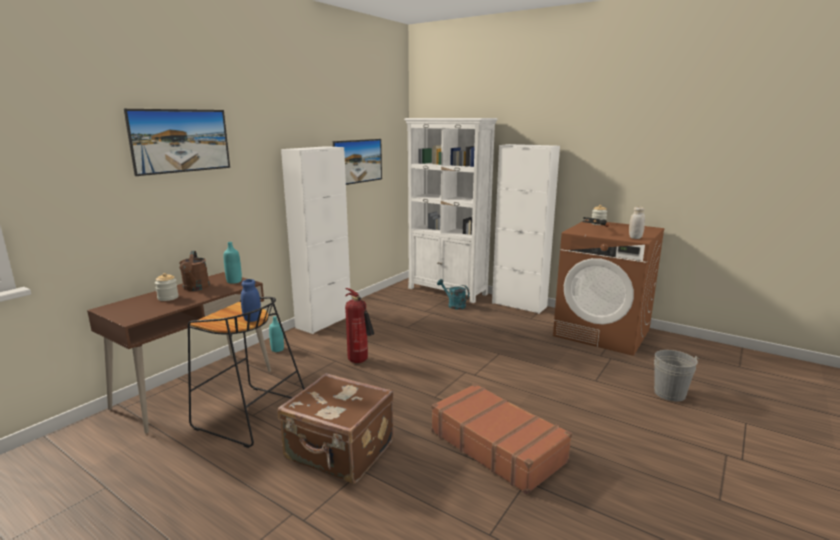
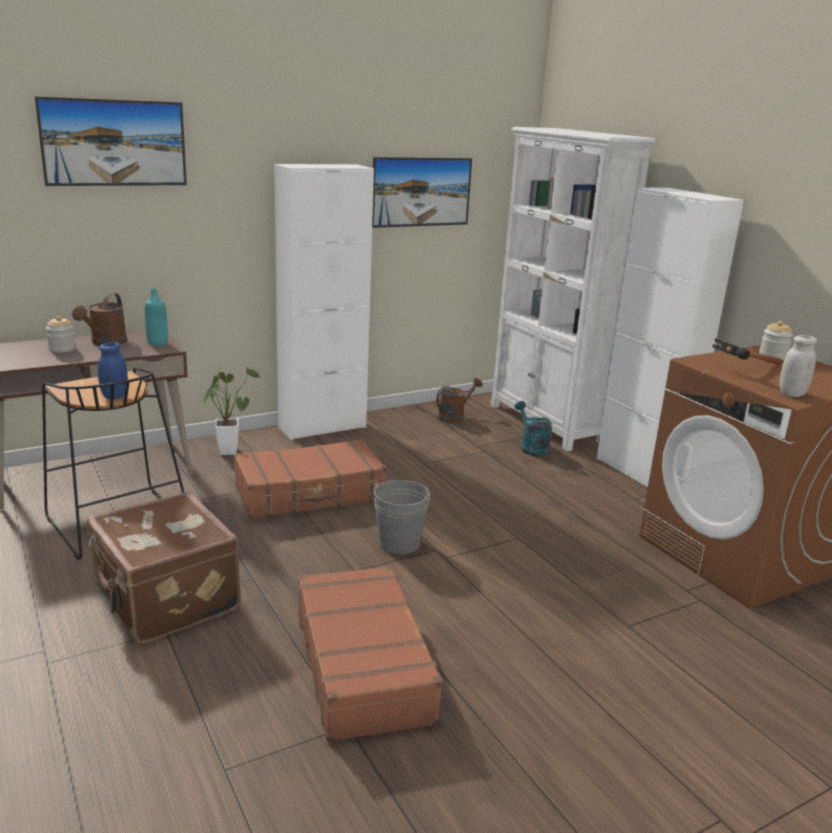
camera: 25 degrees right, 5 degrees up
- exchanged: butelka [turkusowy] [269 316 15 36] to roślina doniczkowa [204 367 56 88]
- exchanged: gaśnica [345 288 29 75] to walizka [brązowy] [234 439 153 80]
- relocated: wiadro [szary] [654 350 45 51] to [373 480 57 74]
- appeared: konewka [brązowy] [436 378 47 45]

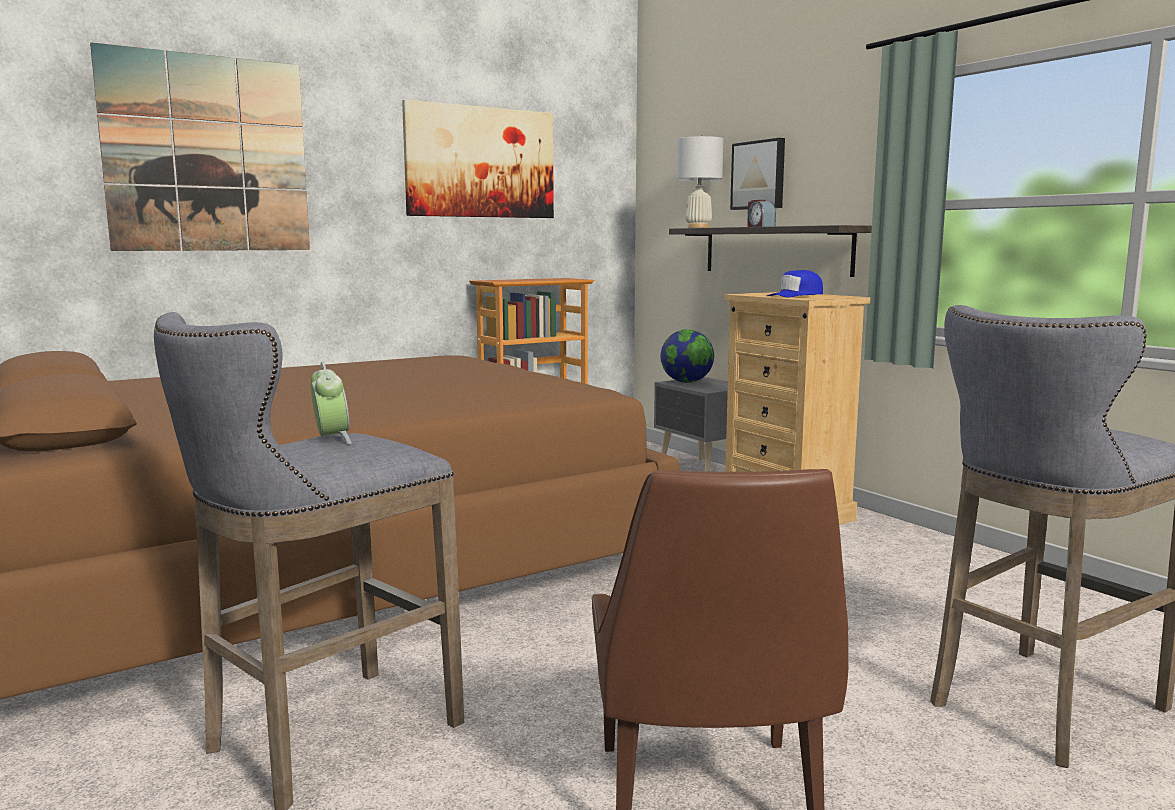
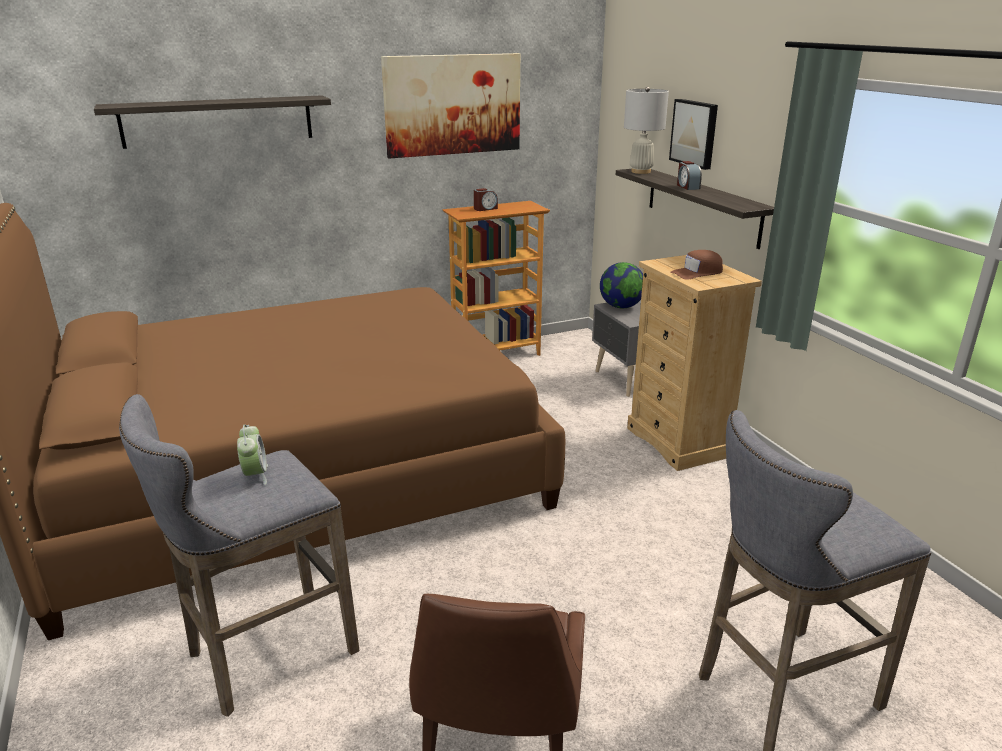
camera: 10 degrees right, 15 degrees up
- exchanged: obraz [90 42 220 209] to półka [94 95 237 54]
- colour: czapka z daszkiem [niebieski] [767 270 56 27] to czapka z daszkiem [brązowy] [670 250 53 30]
- appeared: budzik [474 188 24 23]

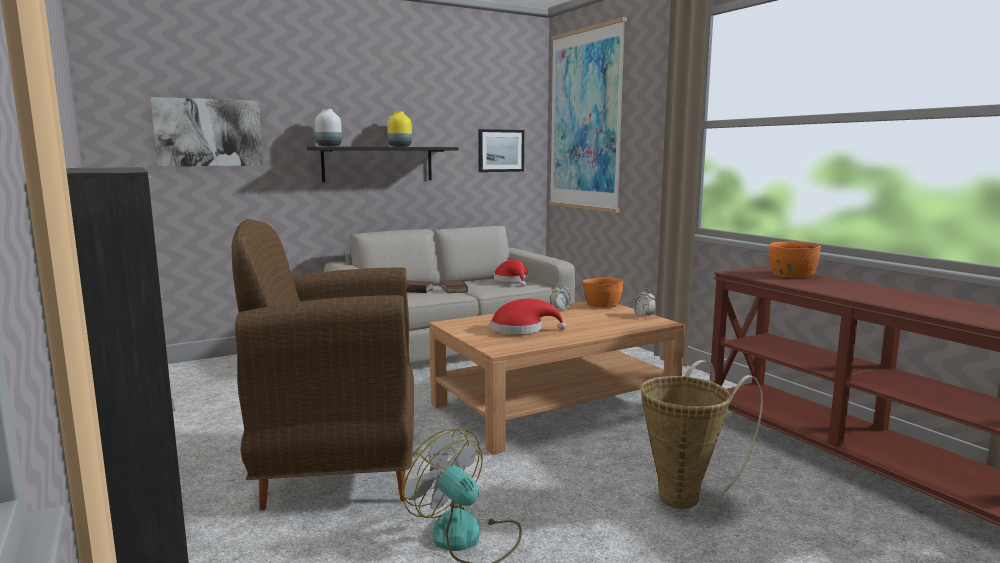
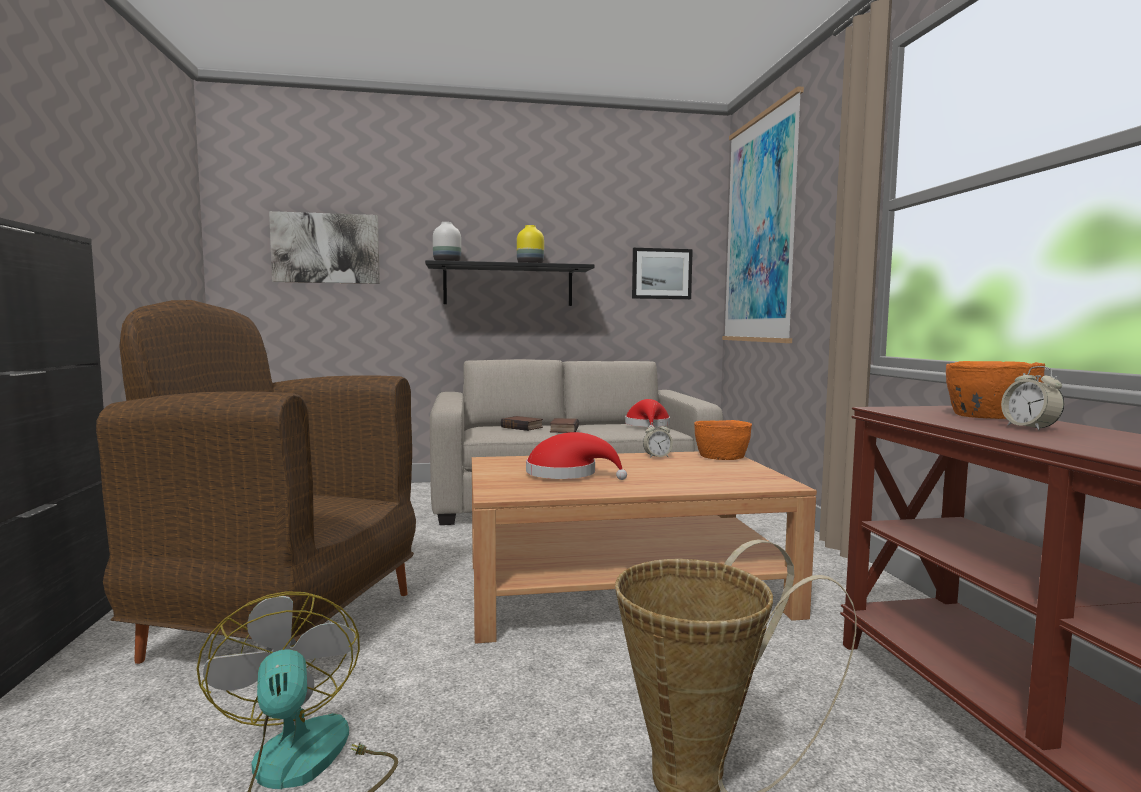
camera: 20 degrees right, 5 degrees down
- relocated: budzik [633 289 23 28] to [1001 366 63 64]

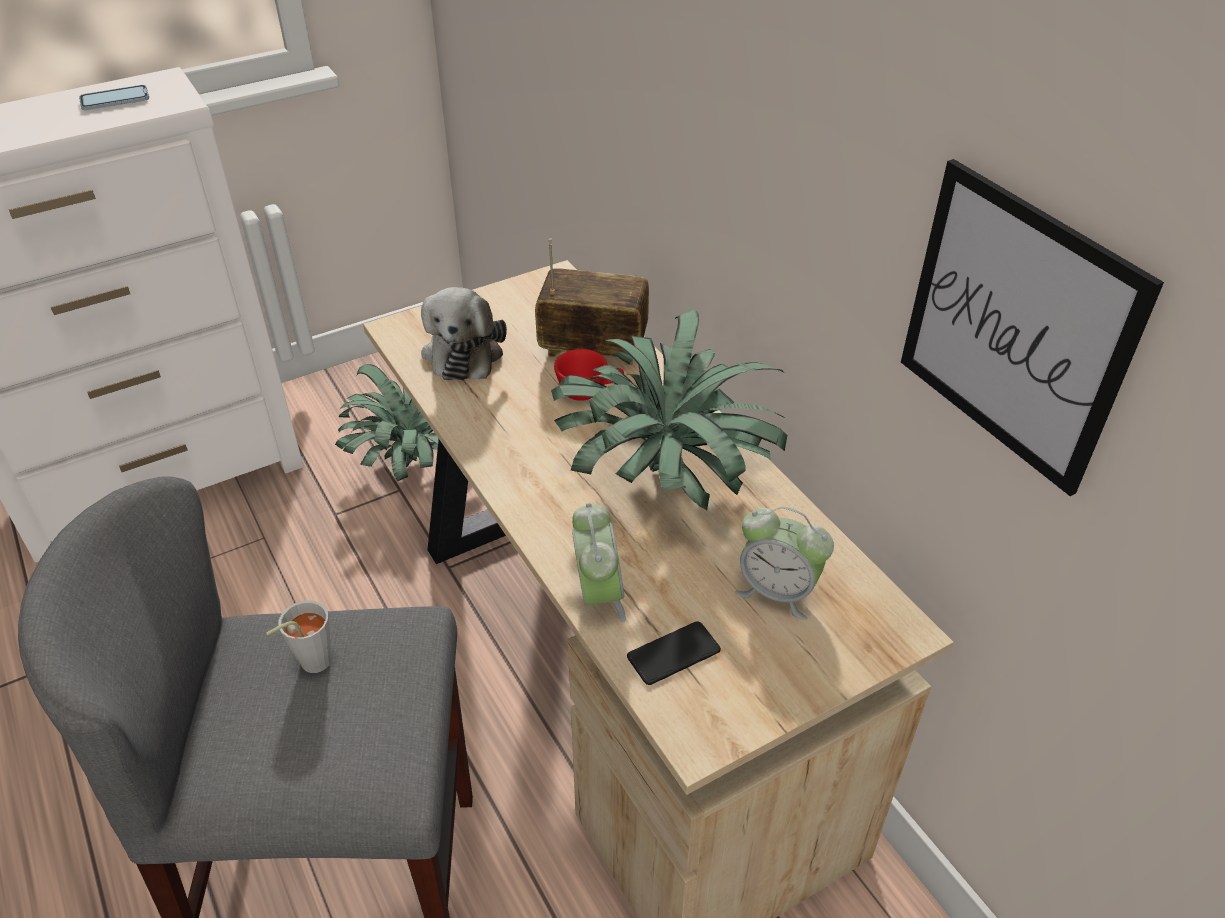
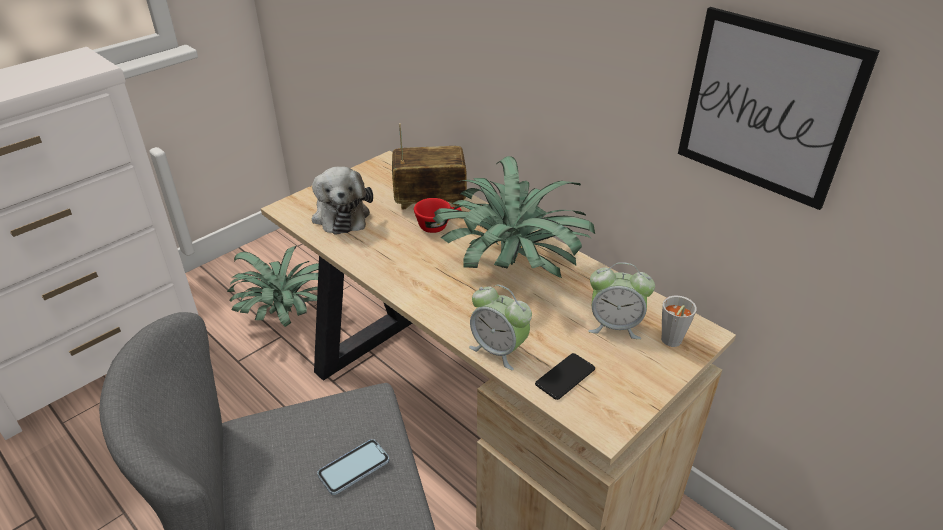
camera: 15 degrees left, 5 degrees down
- relocated: telefon [79 85 70 25] to [317 439 72 56]
- relocated: filiżanka [szary] [266 600 65 73] to [661 295 36 52]
- spun: budzik [572 503 54 119] = [469 285 63 85] 150 degrees clockwise

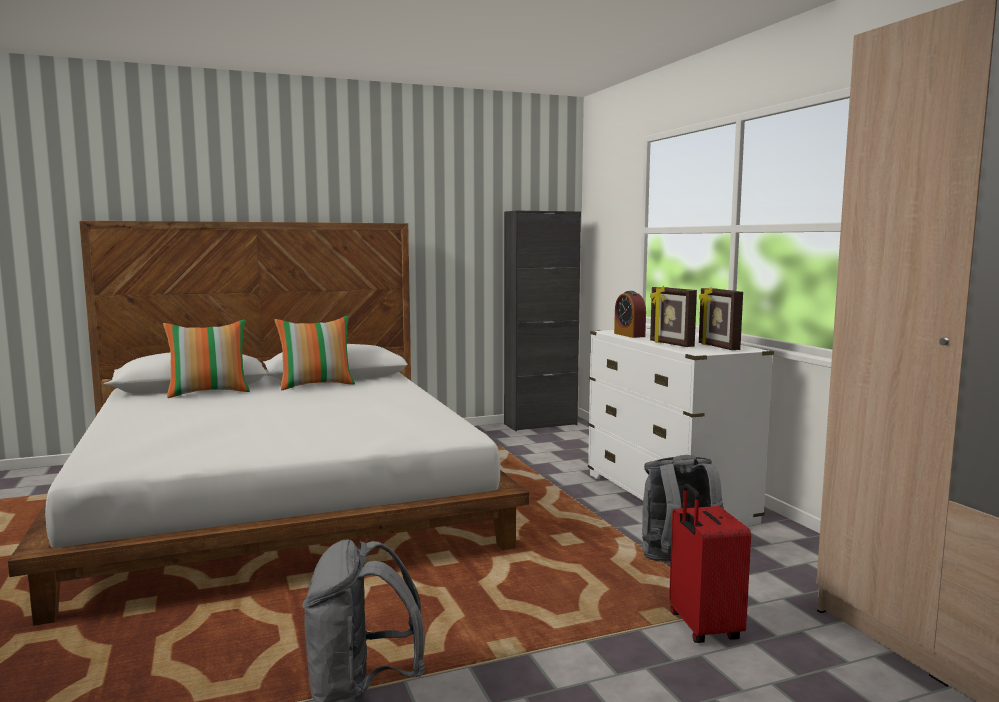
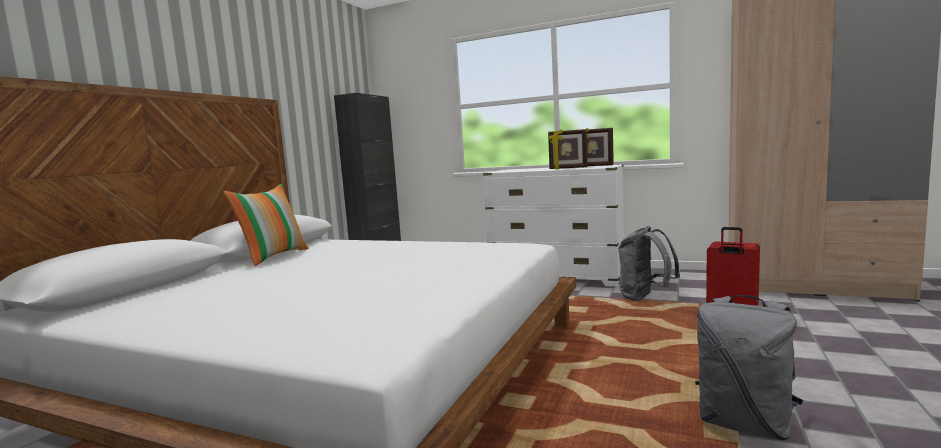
camera: 45 degrees left, 0 degrees up
- missing: poduszka [163 319 87 79]
- missing: budzik [614 291 32 47]

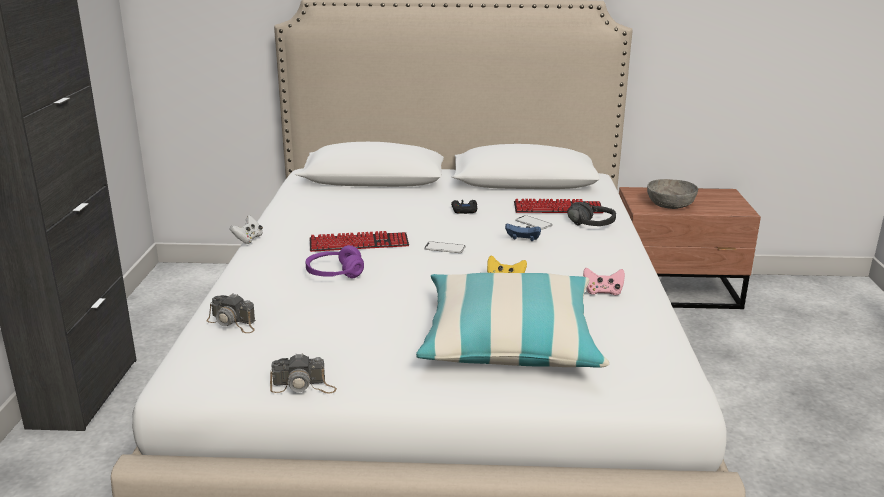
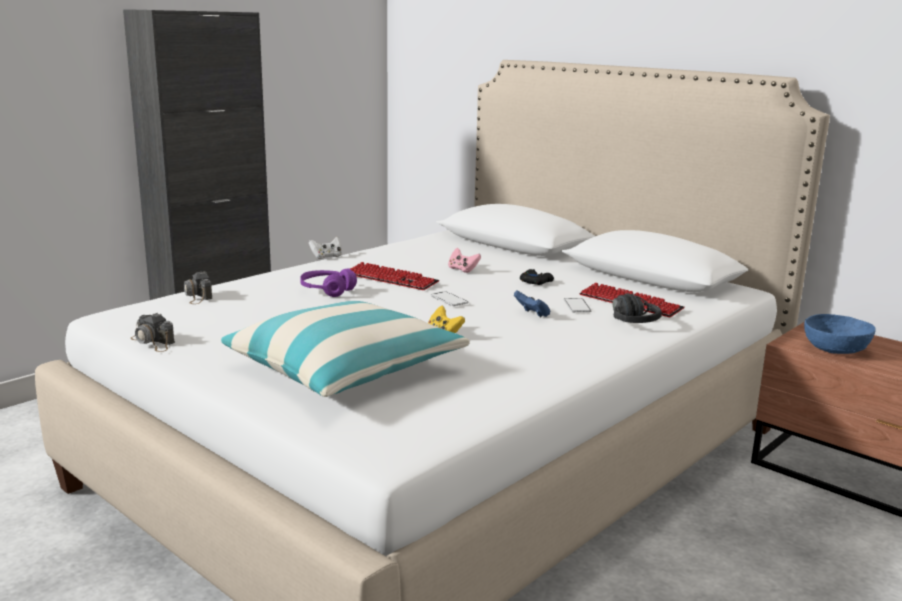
camera: 40 degrees right, 5 degrees down
- relocated: pad do gier [różowy] [583 268 42 27] to [448 248 33 25]
- colour: miska [szary] [647 179 51 30] to miska [niebieski] [804 314 72 40]

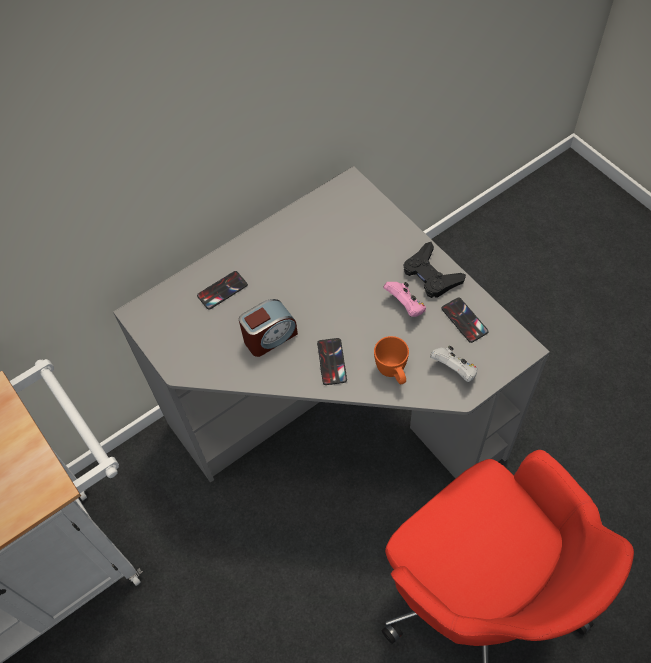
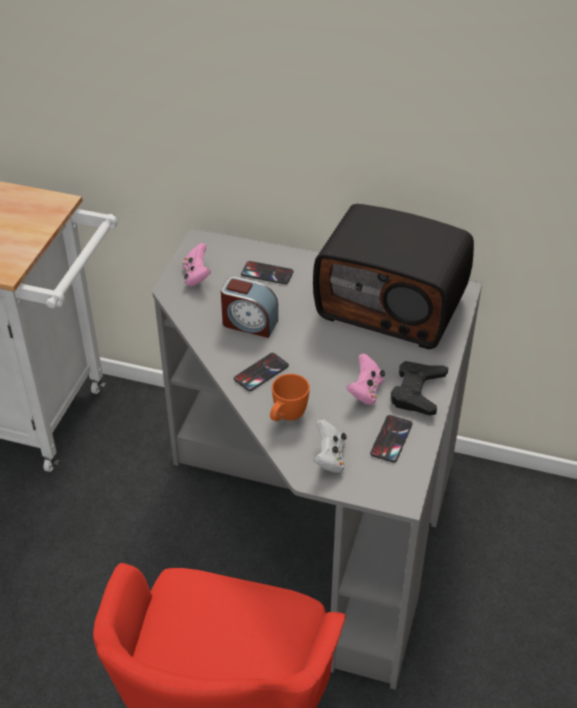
camera: 50 degrees right, 15 degrees down
- appeared: pad do gier [różowy] [183 243 28 44]
- appeared: radio [313 204 161 145]

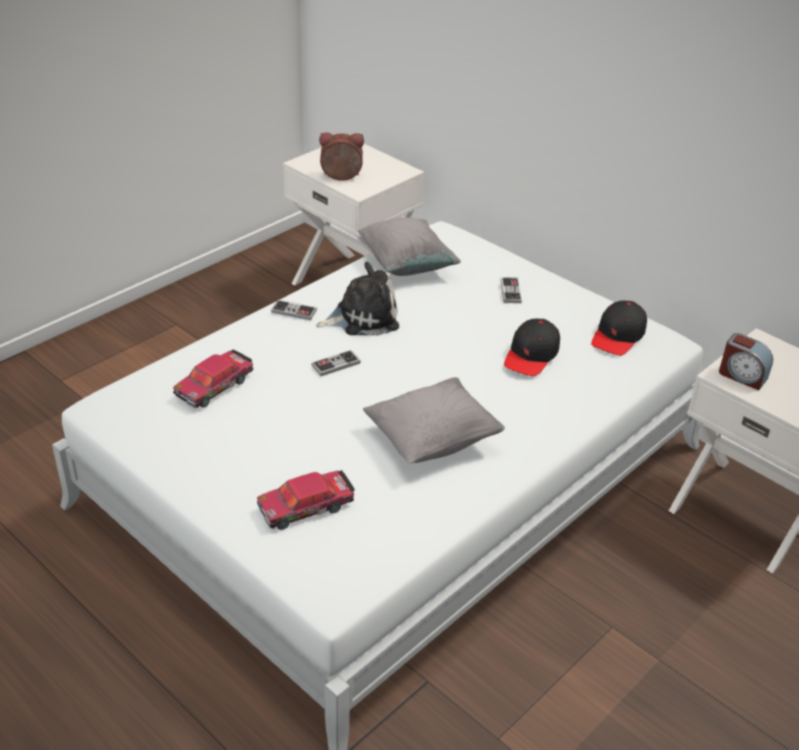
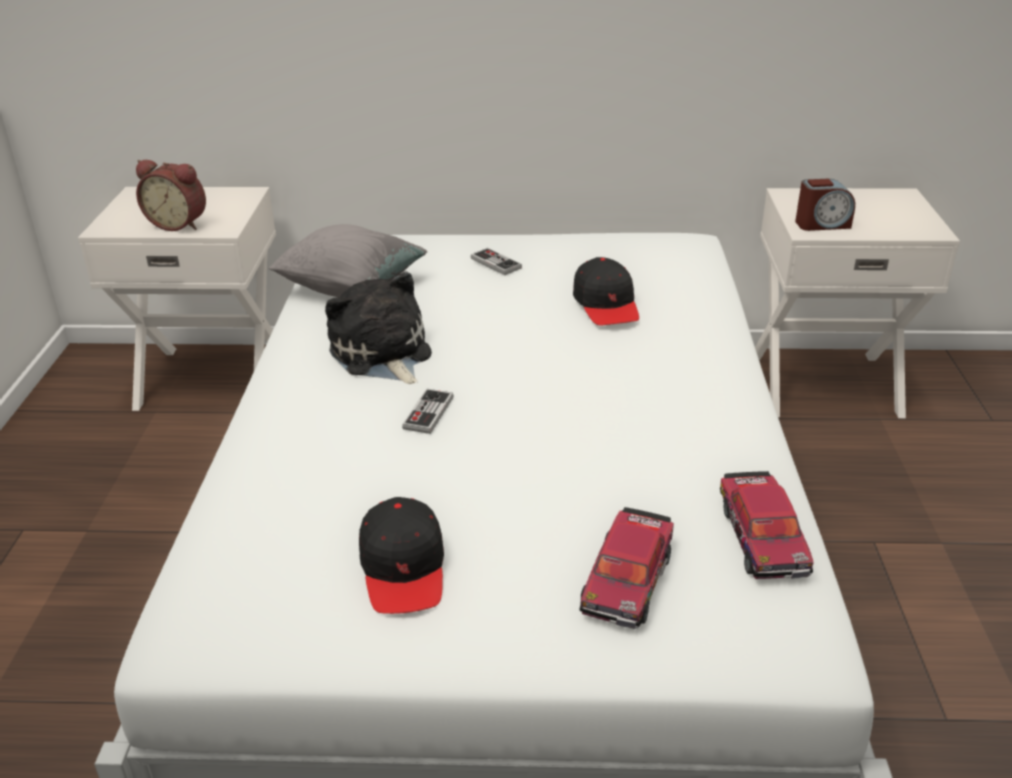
camera: 40 degrees left, 5 degrees down
- relocated: samochodzik [173 350 80 58] to [720 471 93 108]
- missing: pad do gier [271 300 46 20]
- spun: pluszak [316 262 83 74] = [325 272 107 112] 60 degrees counterclockwise
- spun: budzik [319 132 45 49] = [136 160 70 71] 120 degrees counterclockwise
- missing: poduszka [szary] [363 377 142 87]
- relocated: czapka z daszkiem [czarny] [591 300 56 56] to [359 497 85 117]

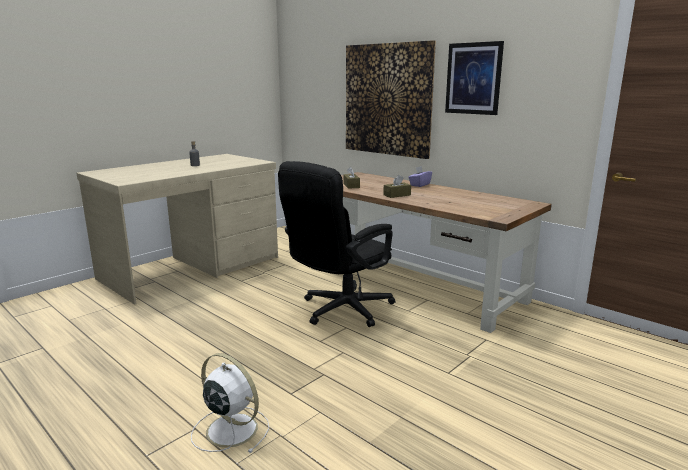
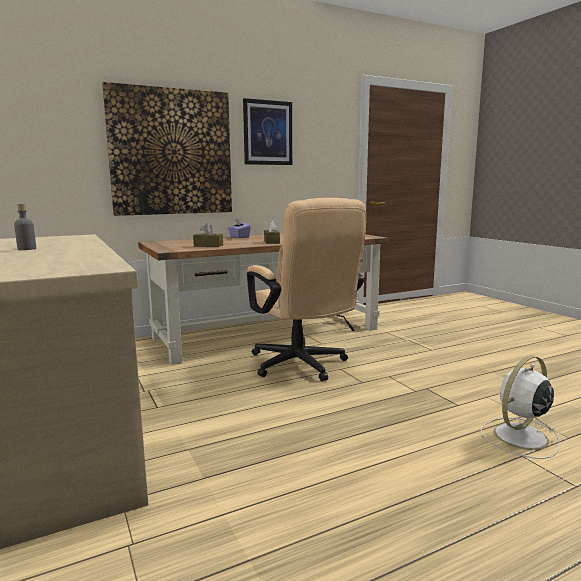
camera: 70 degrees left, 5 degrees down
- colour: krzesło biurowe [czarny] [278 161 118 166] to krzesło biurowe [beżowy] [247 198 119 183]

